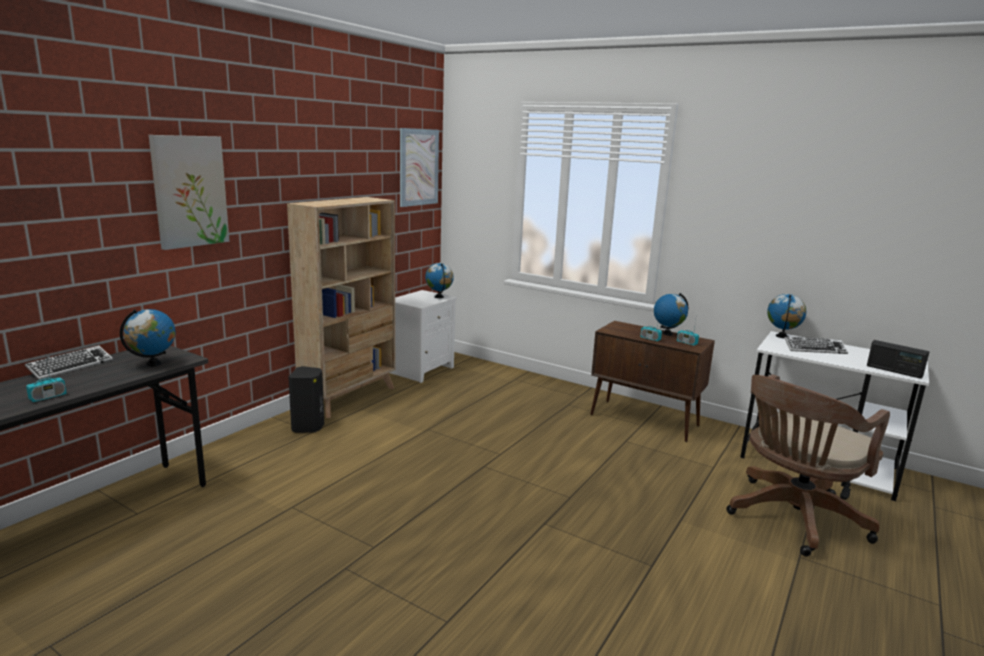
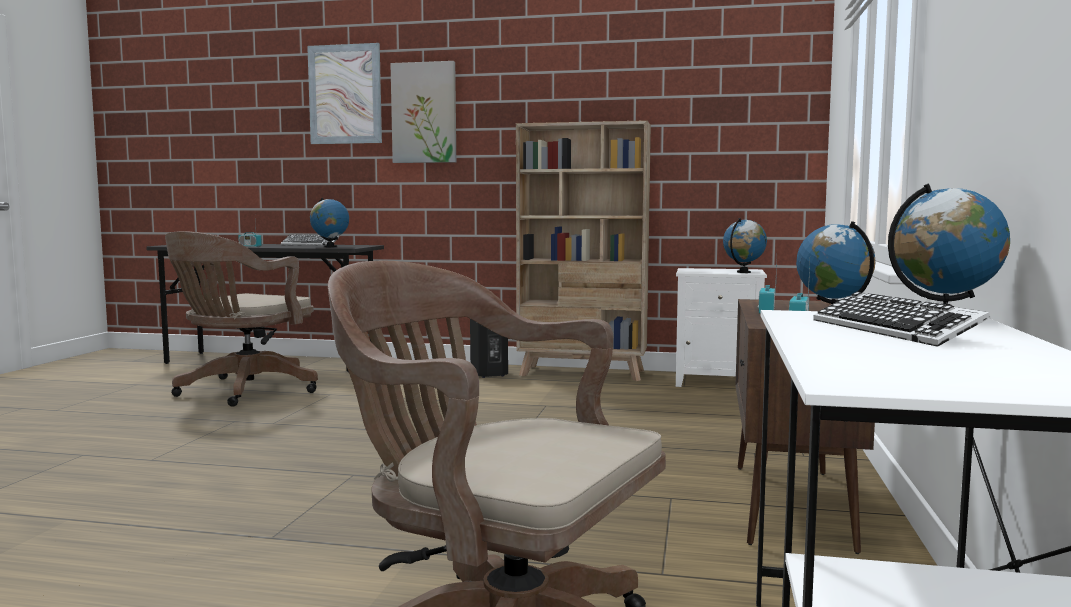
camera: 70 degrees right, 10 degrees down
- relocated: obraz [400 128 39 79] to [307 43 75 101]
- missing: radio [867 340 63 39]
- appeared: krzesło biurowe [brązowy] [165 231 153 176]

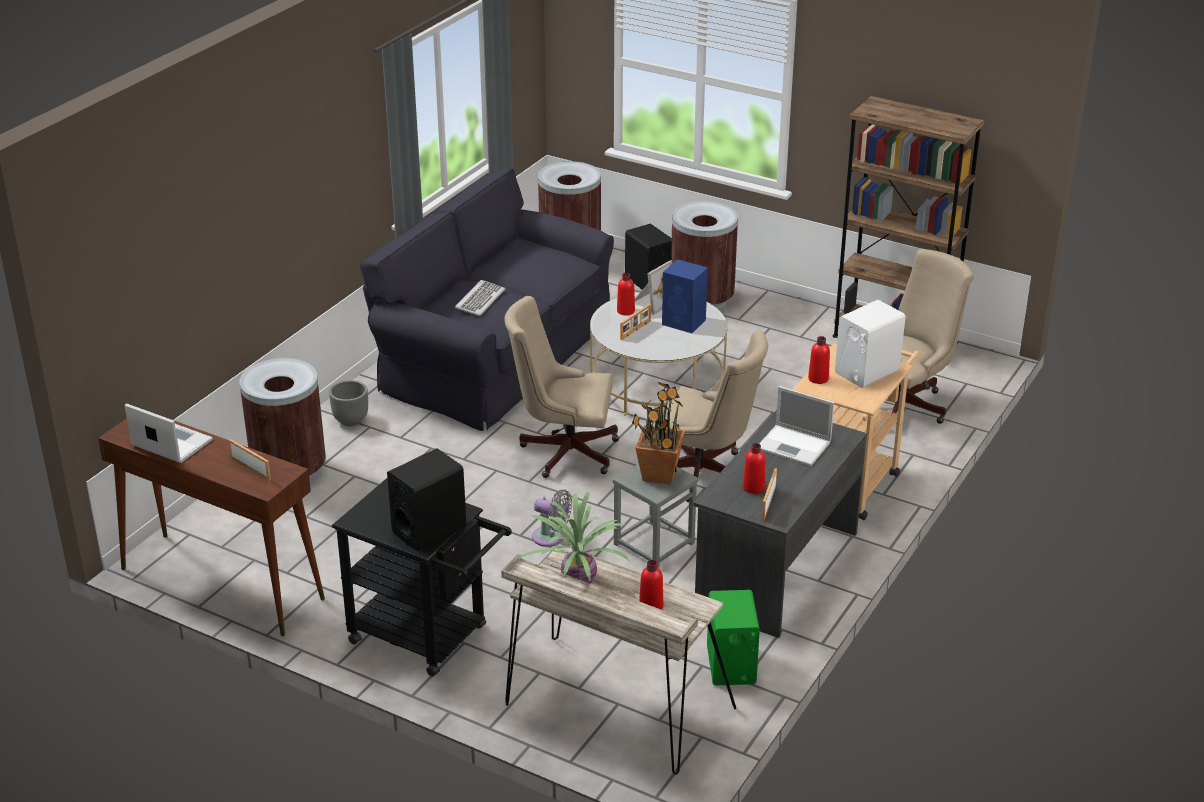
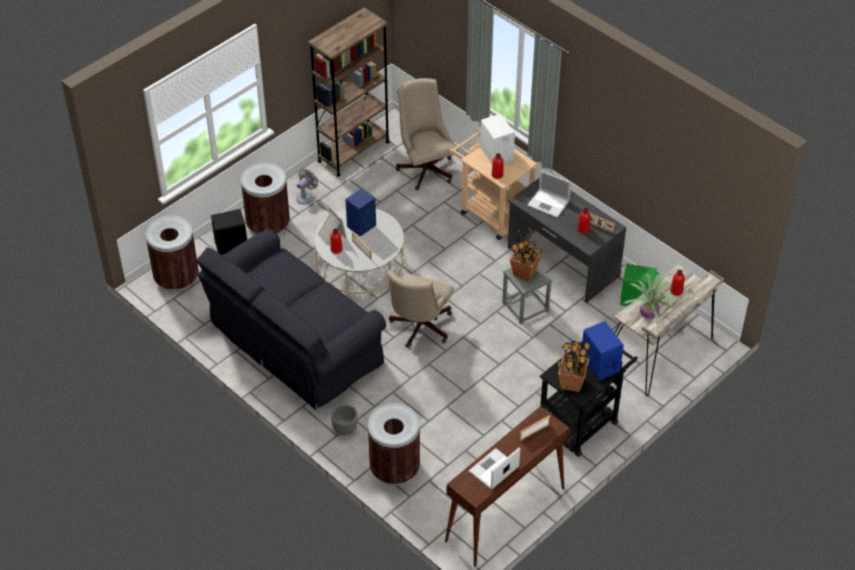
camera: 75 degrees left, 15 degrees up
- colour: głośnik [czarny] [387 448 80 103] to głośnik [niebieski] [581 321 43 59]
- missing: klawiatura [455 280 50 36]
- relocated: wentylator [szary] [532 489 40 58] to [296 169 22 35]
- missing: krzesło biurowe [beżowy] [651 330 117 172]
- spun: laptop [759 386 75 80] = [527 170 44 48] 75 degrees clockwise
- appeared: roślina doniczkowa [557 341 34 51]

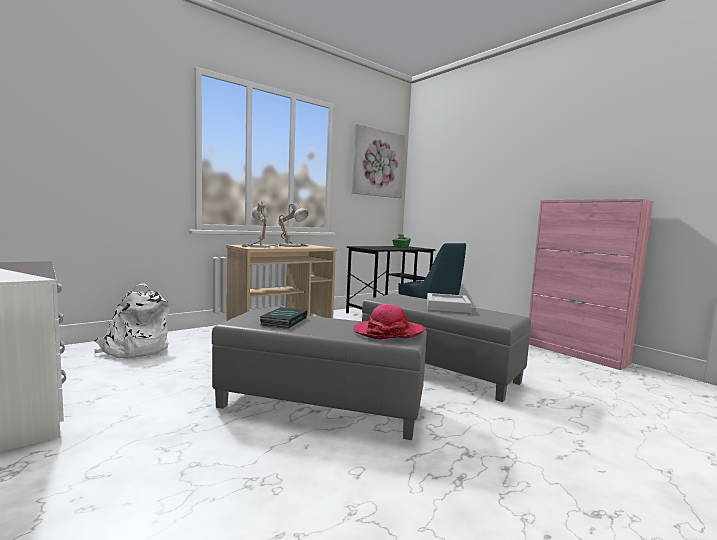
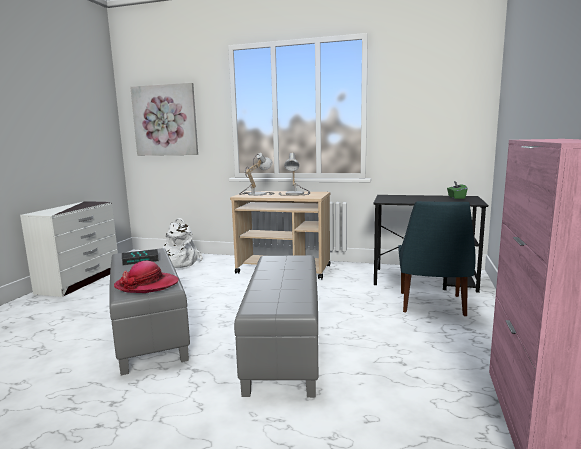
camera: 55 degrees right, 5 degrees up
- relocated: obraz [352 124 53 74] to [130 83 68 73]
- missing: taca [szary] [427 293 45 20]

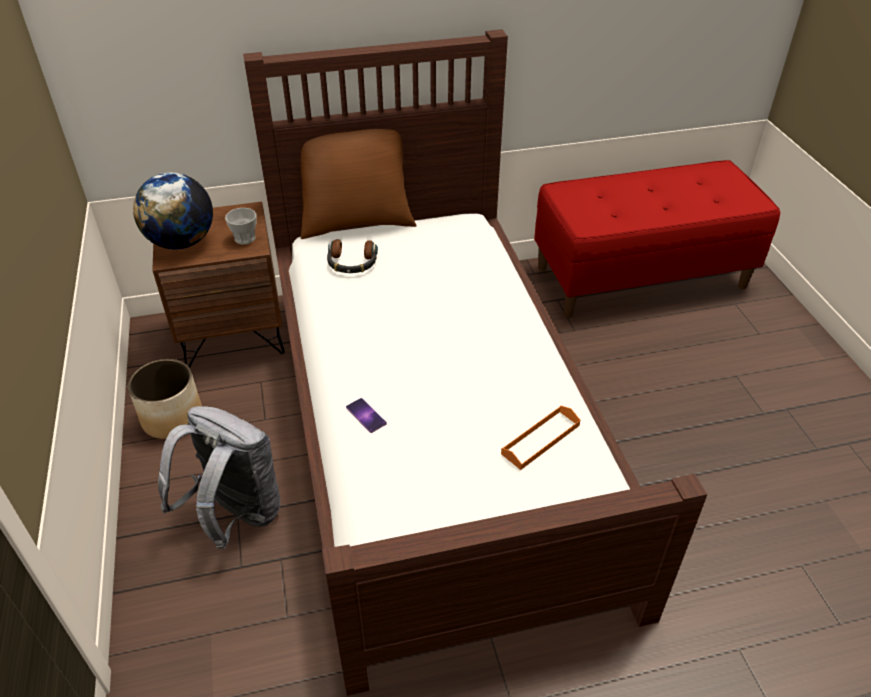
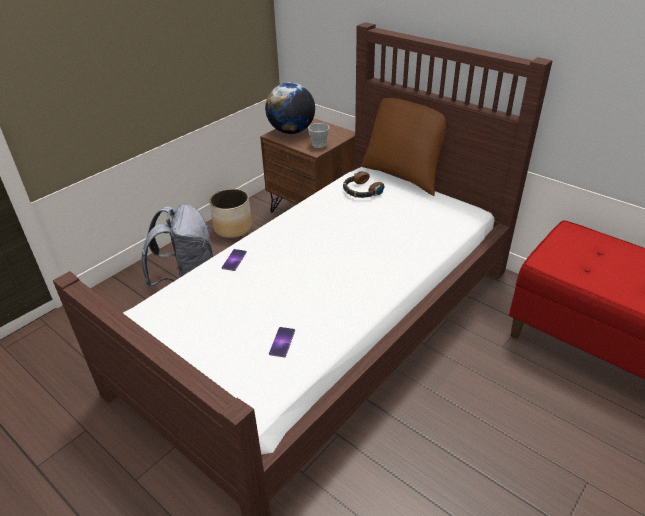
camera: 55 degrees right, 5 degrees down
- exchanged: taca [pomarańczowy] [501 405 79 65] to telefon [269 327 26 30]

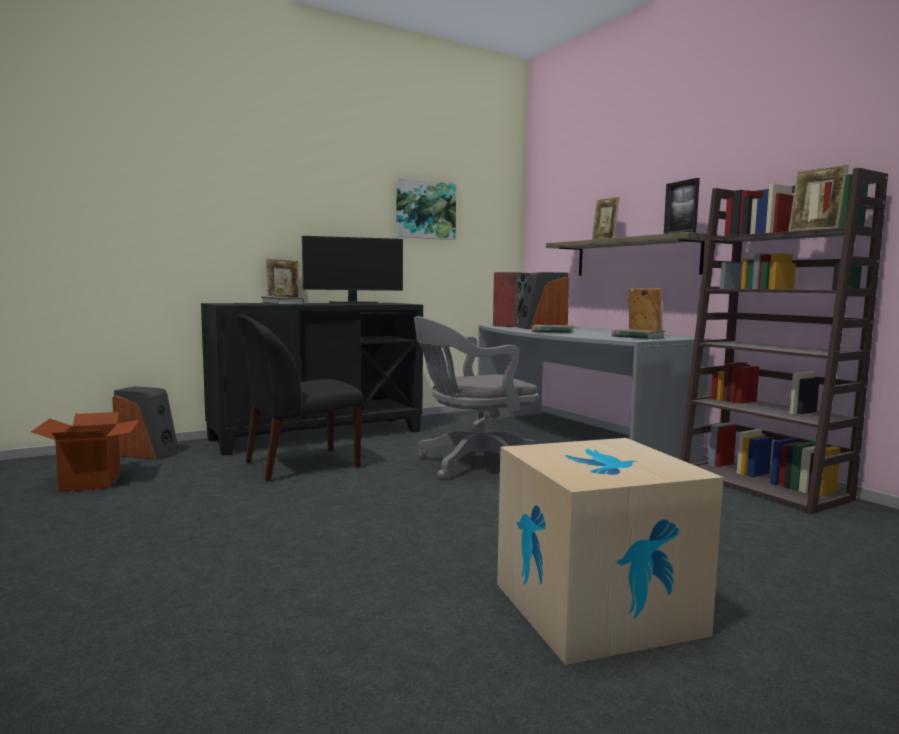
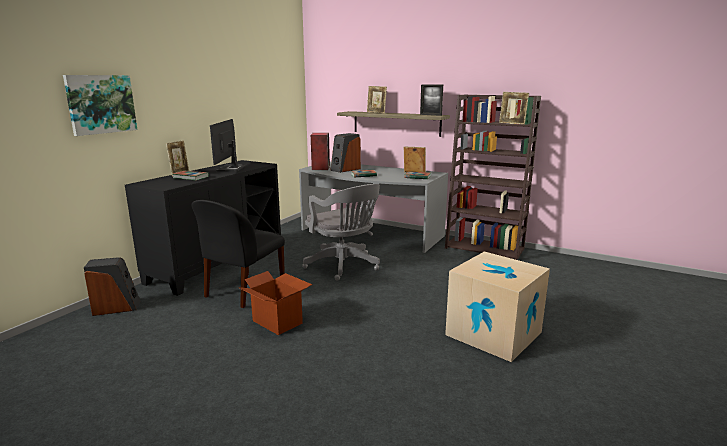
camera: 30 degrees left, 10 degrees up
- relocated: karton [31 412 109 80] to [238 271 74 64]
- spun: monitor [302 236 101 68] = [210 119 37 53] 135 degrees clockwise
- relocated: obraz [397 178 59 62] to [63 75 74 61]
- spun: krzesło biurowe [szary] [414 316 125 163] = [302 184 78 96] 75 degrees counterclockwise

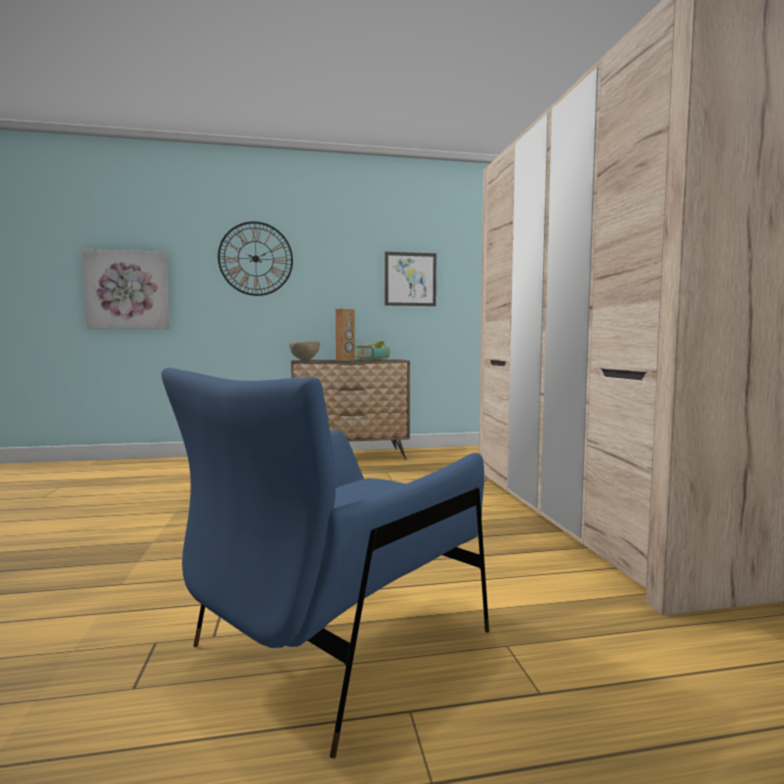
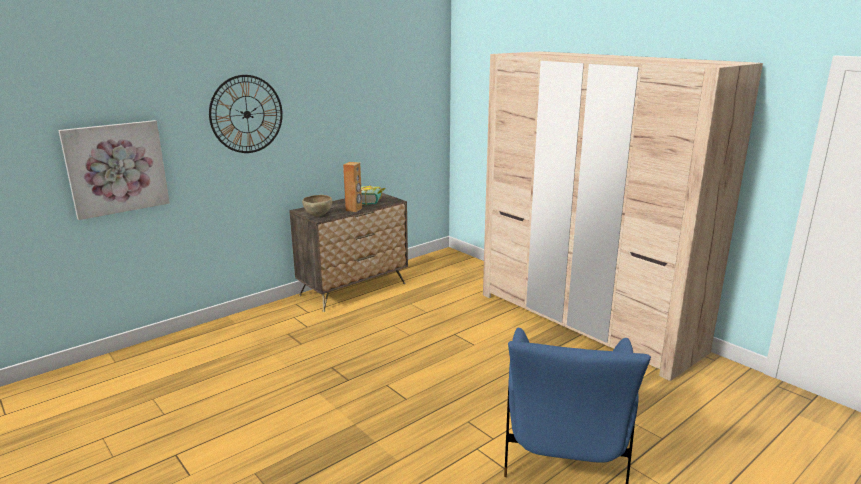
camera: 30 degrees left, 15 degrees up
- missing: obraz [385 252 51 54]

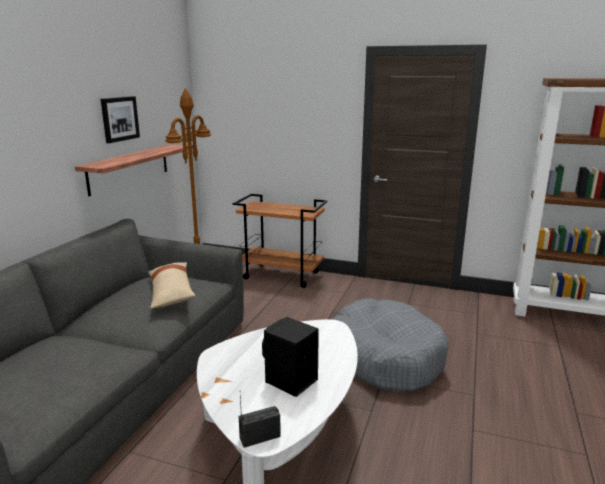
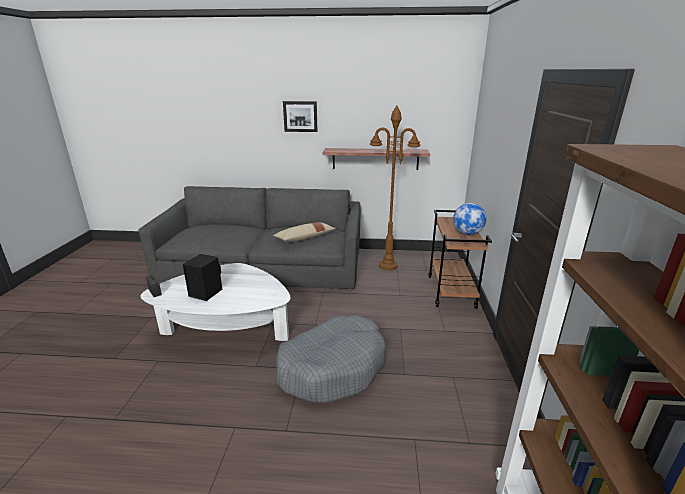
camera: 75 degrees right, 5 degrees up
- relocated: obraz [101 96 39 47] to [283 101 35 31]
- appeared: globus [453 203 33 32]

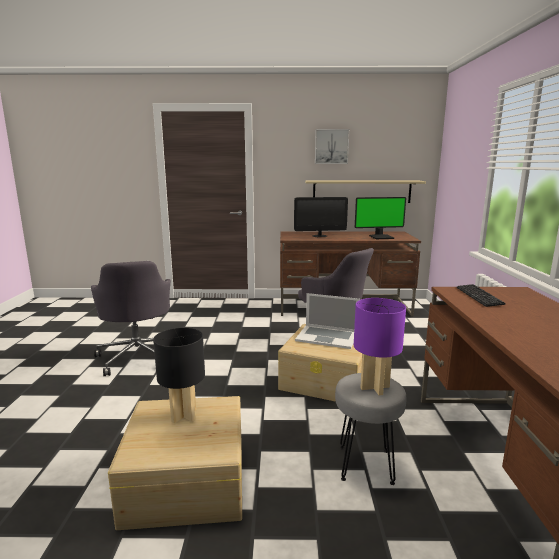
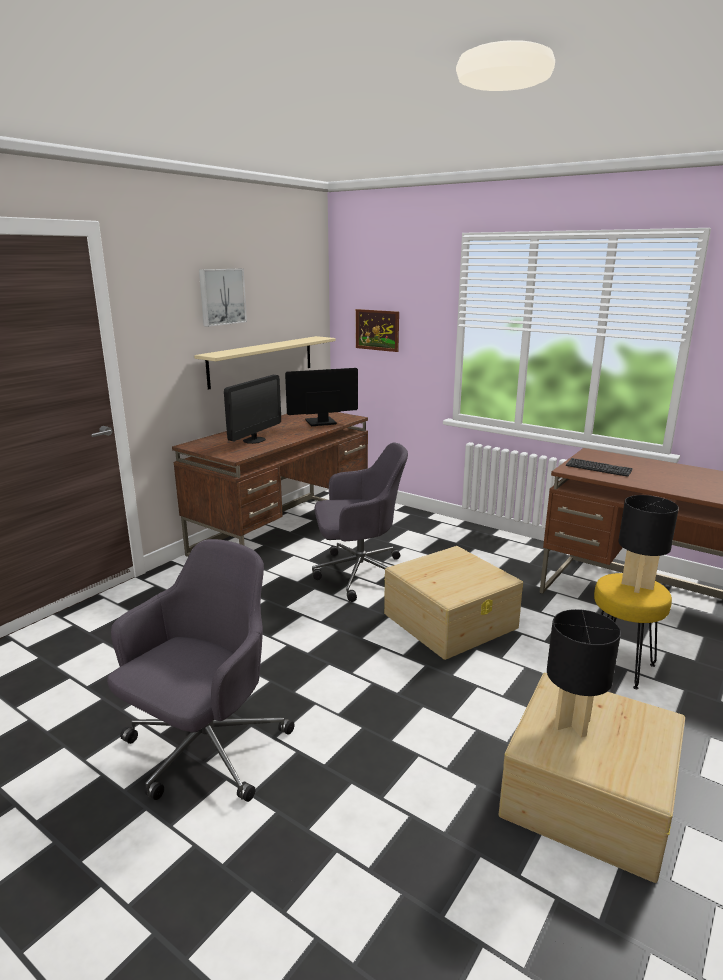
camera: 55 degrees left, 5 degrees up
- spun: krzesło biurowe [szary] [91 261 80 115] = [107 539 188 263] 75 degrees counterclockwise
- missing: laptop [295 293 65 56]
- colour: stołek [szary] [335 373 71 112] to stołek [żółty] [594 573 78 116]
- colour: lampa stołowa [fioletowy] [354 298 52 97] to lampa stołowa [czarny] [618 495 61 98]
- spun: monitor [355 197 51 42] = [285 368 73 58] 135 degrees counterclockwise
- appeared: obraz [356 309 43 43]

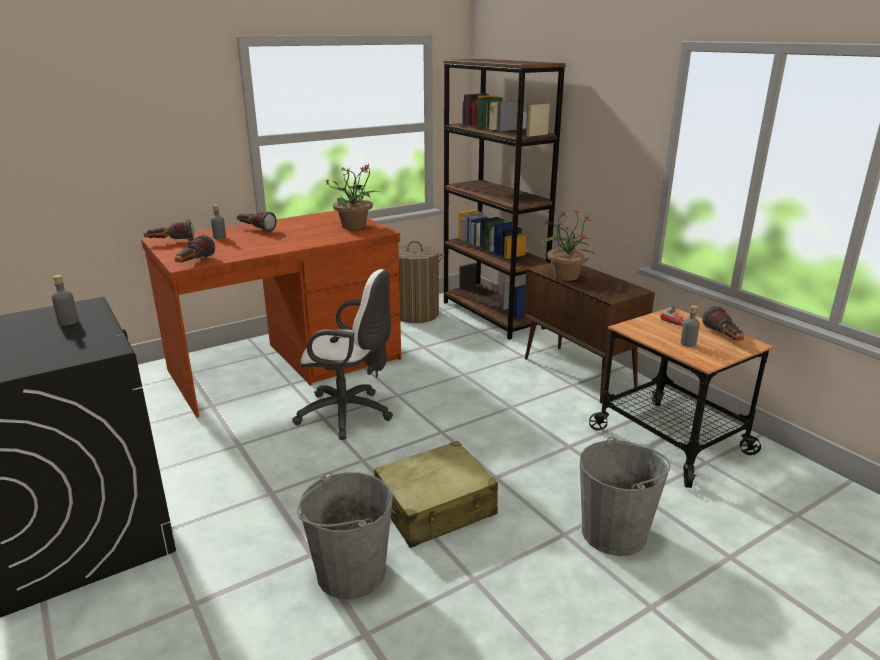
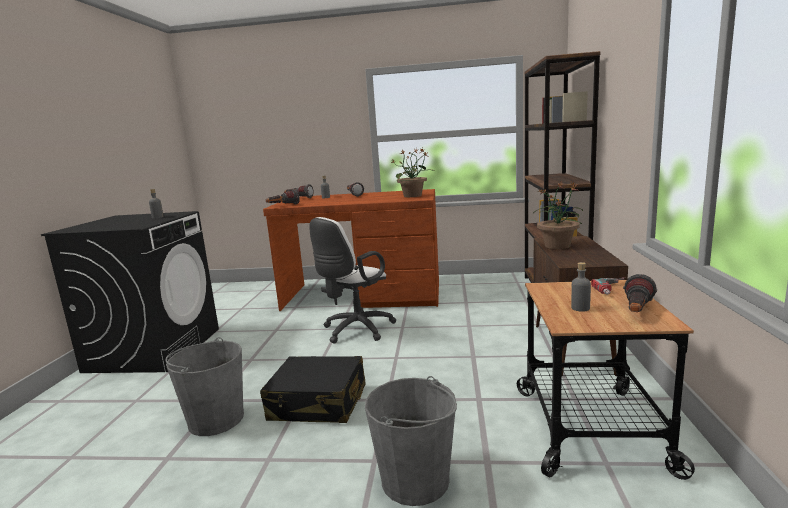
camera: 40 degrees right, 10 degrees down
- spun: krzesło biurowe [biały] [292 269 101 171] = [309 217 88 126] 75 degrees clockwise
- colour: walizka [beżowy] [374 441 124 107] to walizka [czarny] [260 356 106 67]
- missing: kosz na pranie [398 241 47 82]

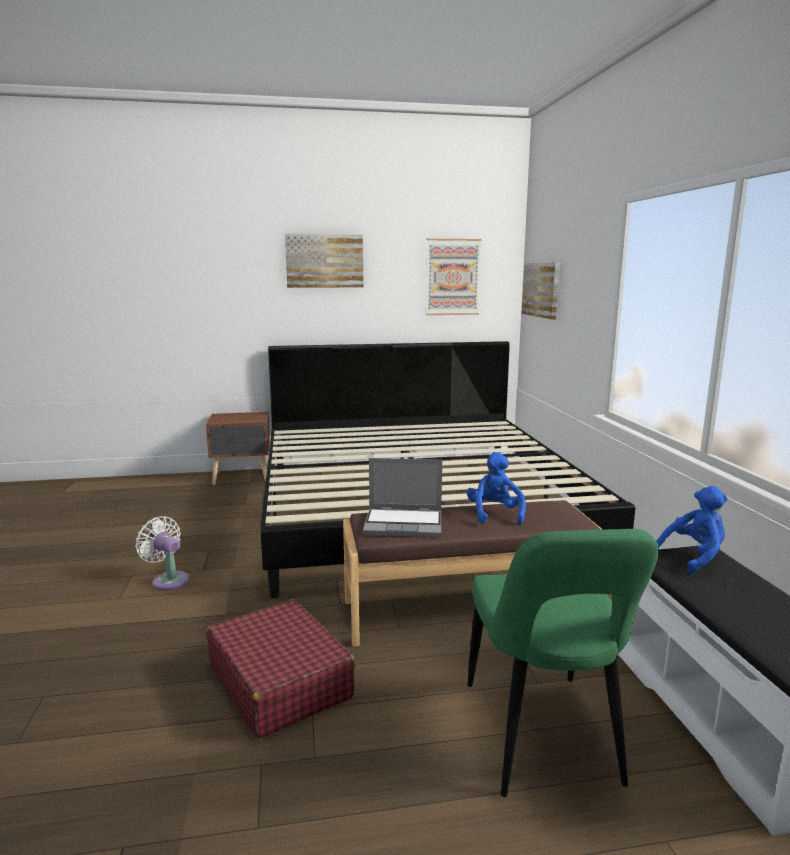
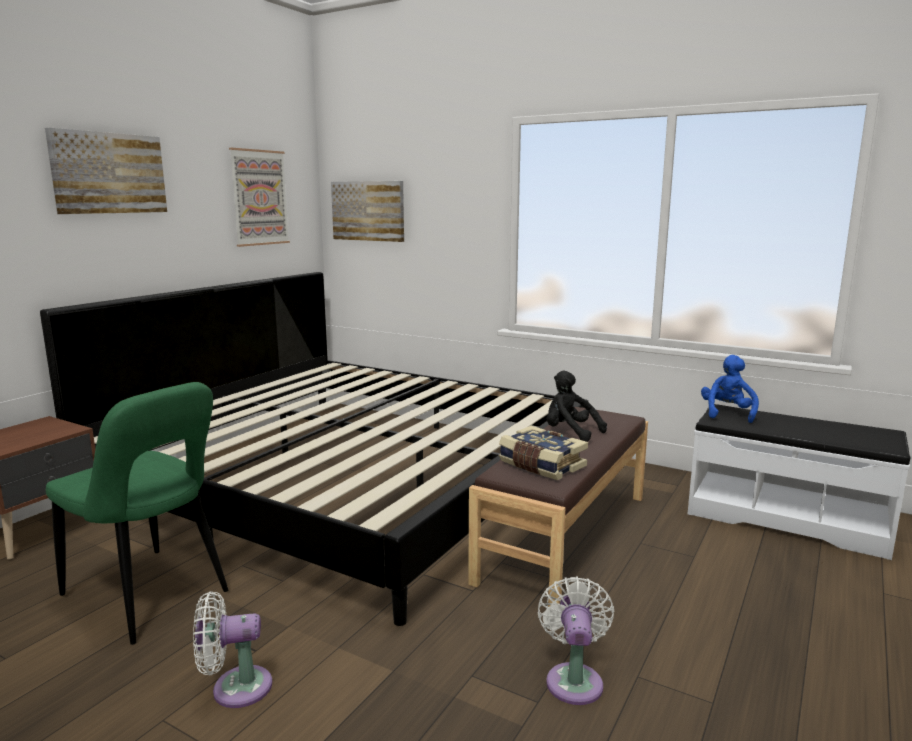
camera: 50 degrees left, 0 degrees up
- exchanged: walizka [czerwony] [207 599 148 140] to wentylator [biały] [538 577 76 128]
- exchanged: laptop [363 458 79 79] to książka [499 426 89 54]
- colour: pluszak [niebieski] [467 452 59 73] to pluszak [czarny] [547 371 60 71]
- relocated: krzesło [zielony] [467 529 192 268] to [46 382 182 263]

